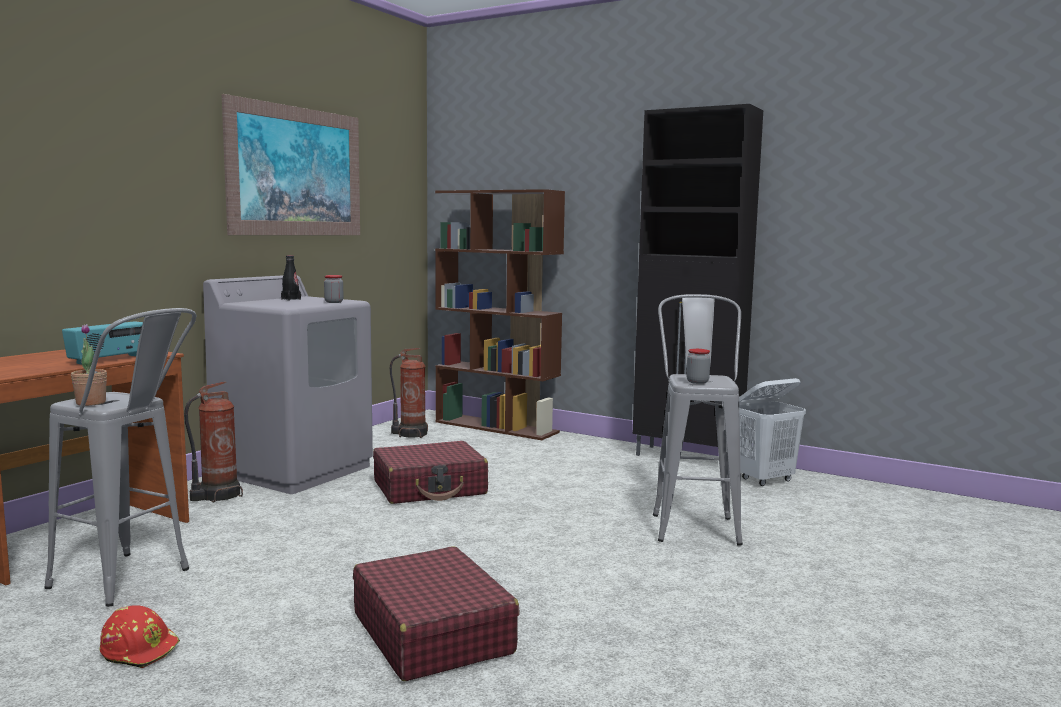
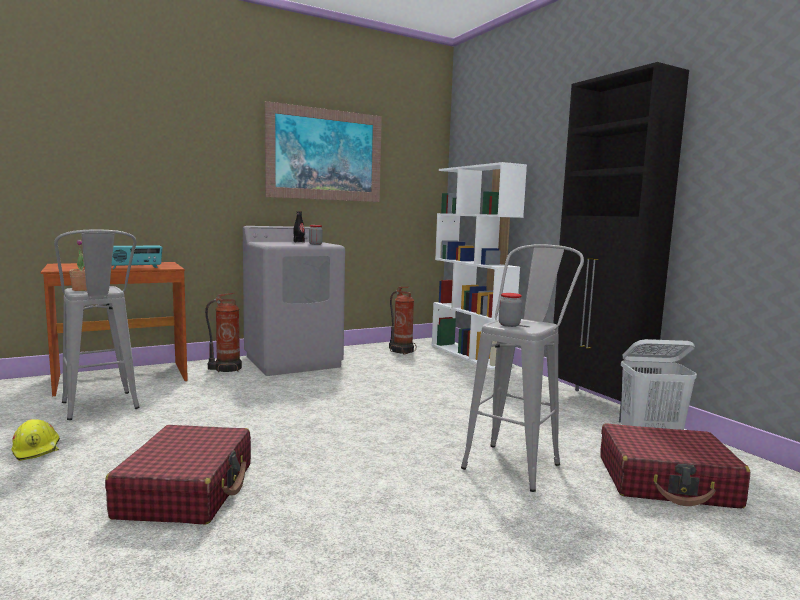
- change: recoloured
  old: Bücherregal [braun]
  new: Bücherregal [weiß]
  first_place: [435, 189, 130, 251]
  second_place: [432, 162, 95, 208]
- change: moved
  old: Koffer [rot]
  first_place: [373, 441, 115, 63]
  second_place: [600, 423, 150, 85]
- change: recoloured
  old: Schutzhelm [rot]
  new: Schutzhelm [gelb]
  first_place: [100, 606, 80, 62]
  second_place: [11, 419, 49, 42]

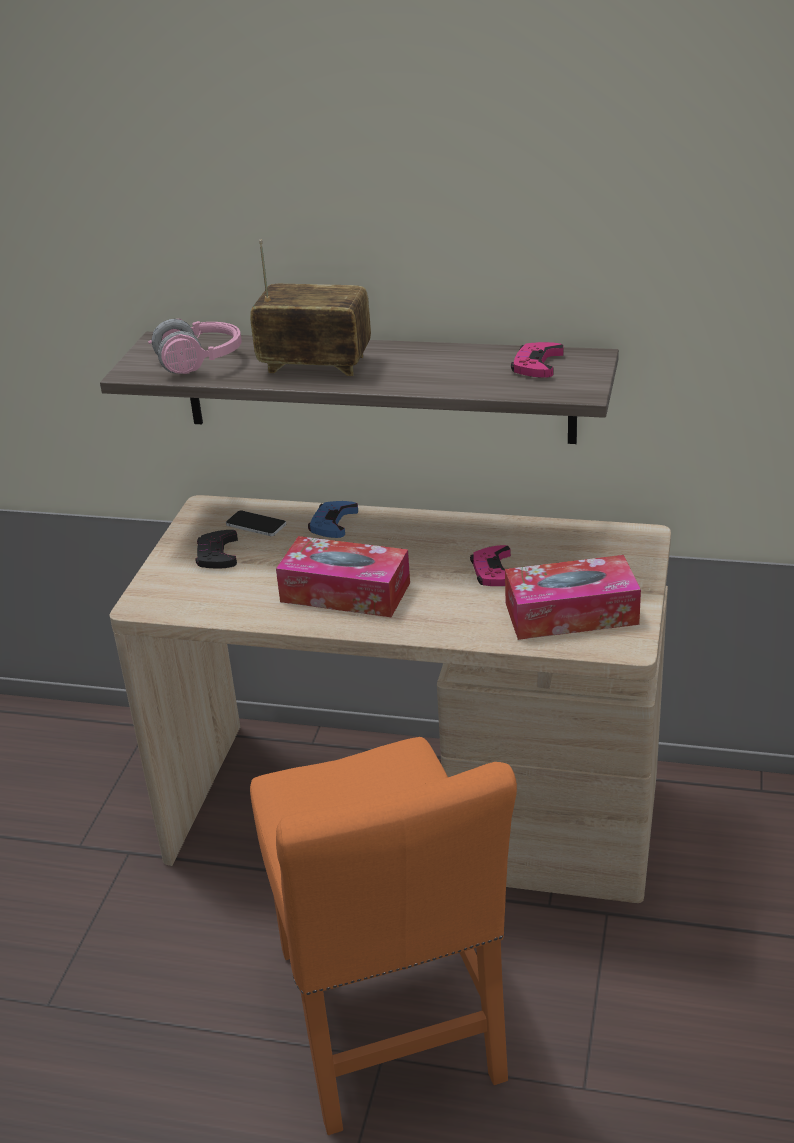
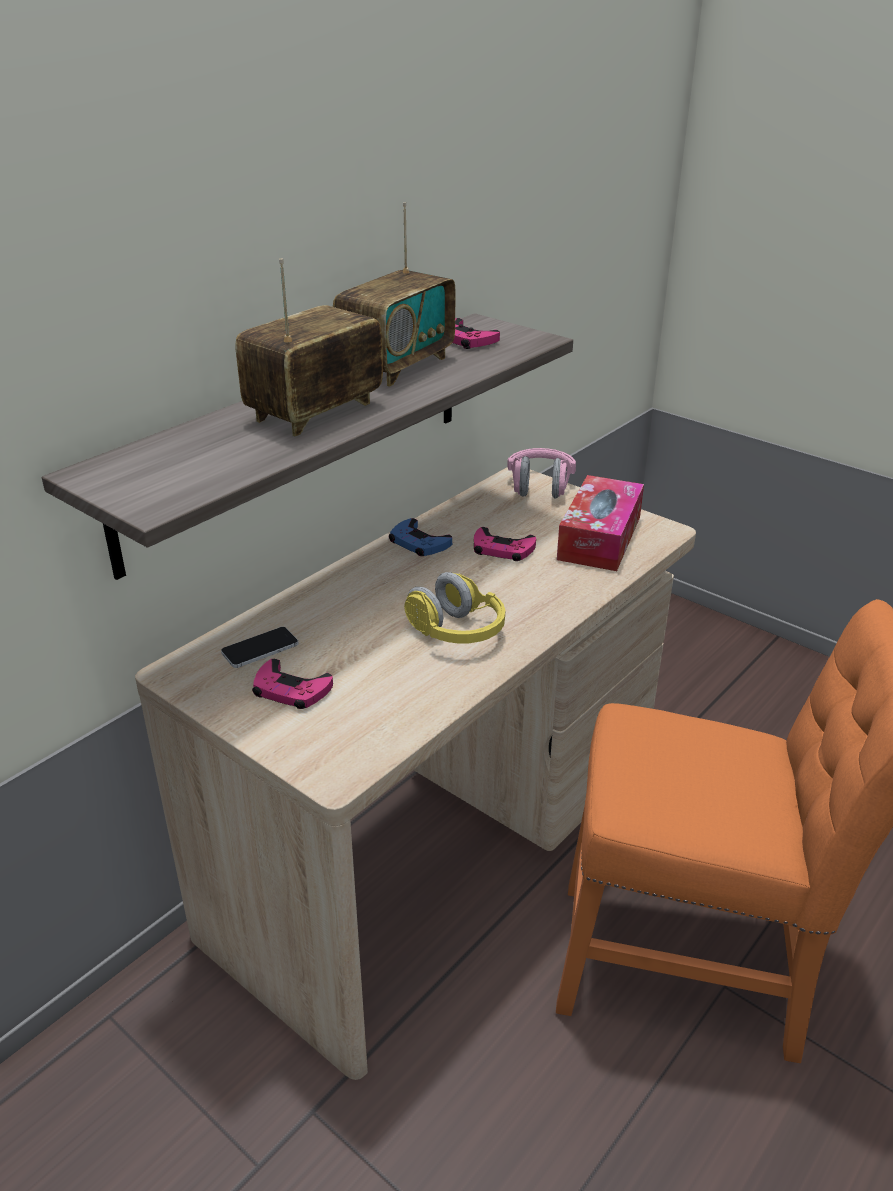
- change: moved
  old: Kopfhörer [rosa]
  first_place: [148, 319, 94, 55]
  second_place: [507, 448, 69, 50]
- change: moved
  old: Gamepad [blau]
  first_place: [308, 501, 50, 37]
  second_place: [389, 518, 63, 38]
- change: recoloured
  old: Gamepad [schwarz]
  new: Gamepad [rosa]
  first_place: [195, 530, 43, 39]
  second_place: [252, 659, 81, 50]
- change: replaced
  old: Taschentuchbox
  new: Kopfhörer [gelb]
  first_place: [276, 536, 134, 81]
  second_place: [404, 572, 101, 71]
- change: added
  new: Radio
  second_place: [333, 202, 123, 185]

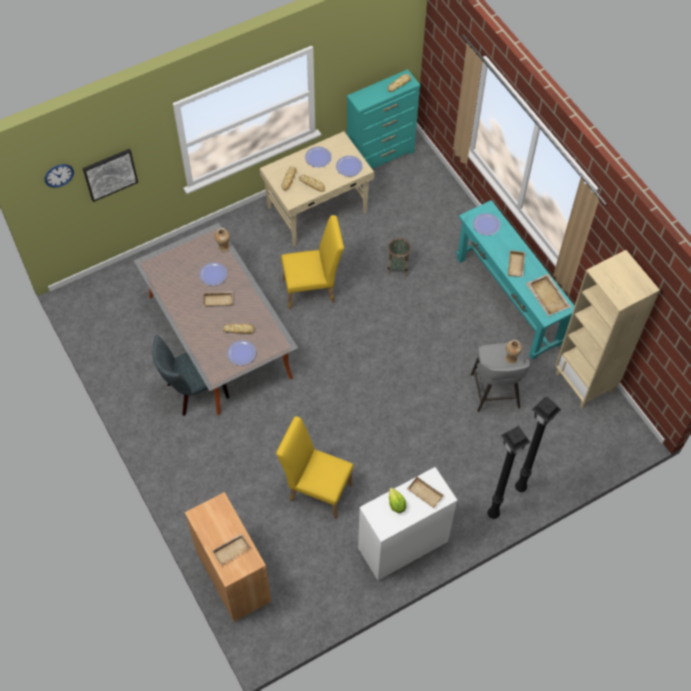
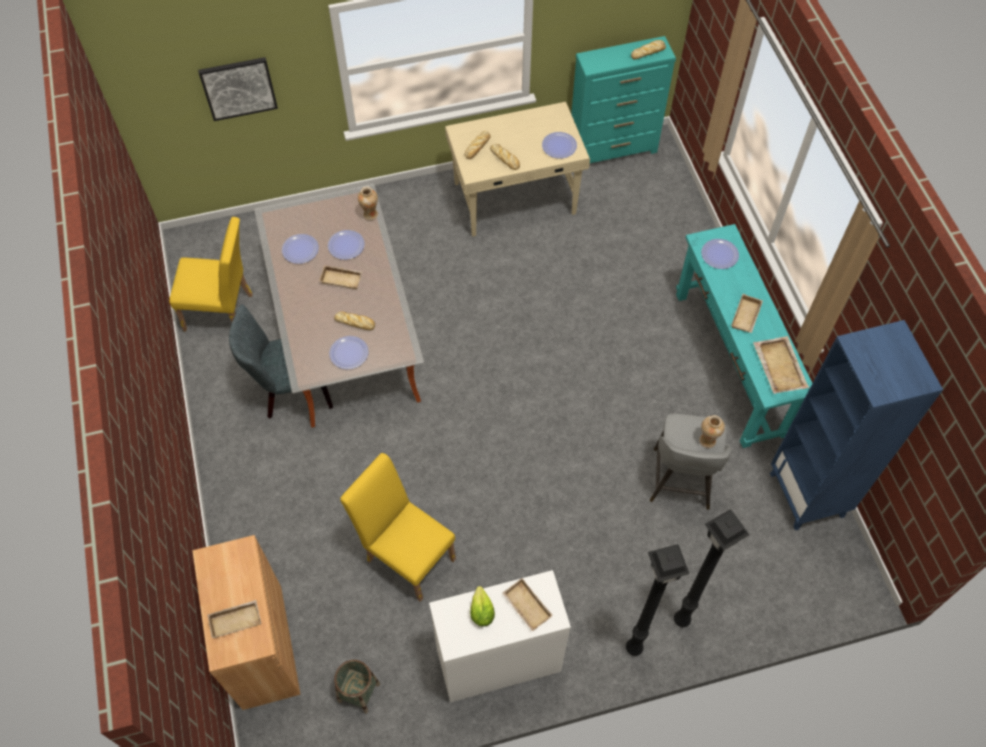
- change: moved
  old: Teller
  first_place: [305, 147, 27, 21]
  second_place: [282, 234, 37, 30]
- change: removed
  old: Wanduhr
  first_place: [45, 164, 29, 24]
- change: moved
  old: Stuhl [gelb]
  first_place: [281, 215, 63, 95]
  second_place: [169, 217, 84, 114]
- change: moved
  old: Korb
  first_place: [387, 238, 24, 39]
  second_place: [334, 660, 46, 54]
- change: recoloured
  old: Bücherregal [beige]
  new: Bücherregal [blau]
  first_place: [555, 250, 105, 159]
  second_place: [770, 320, 173, 210]

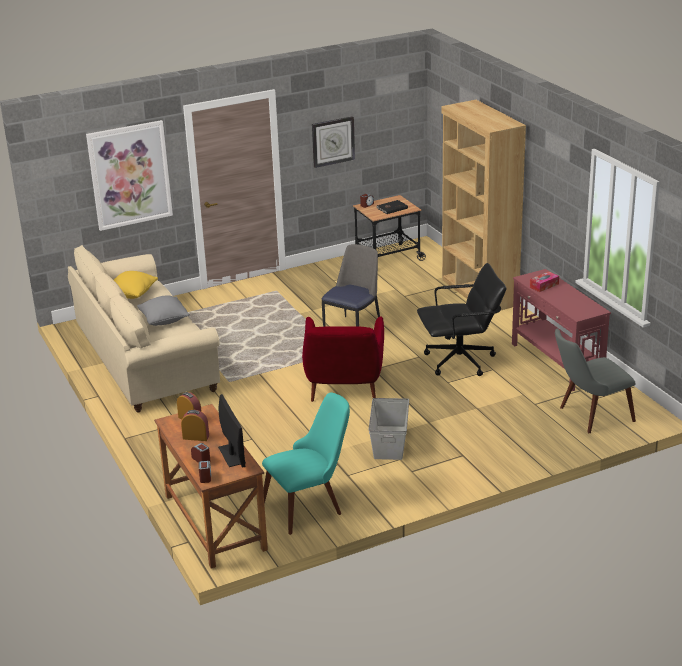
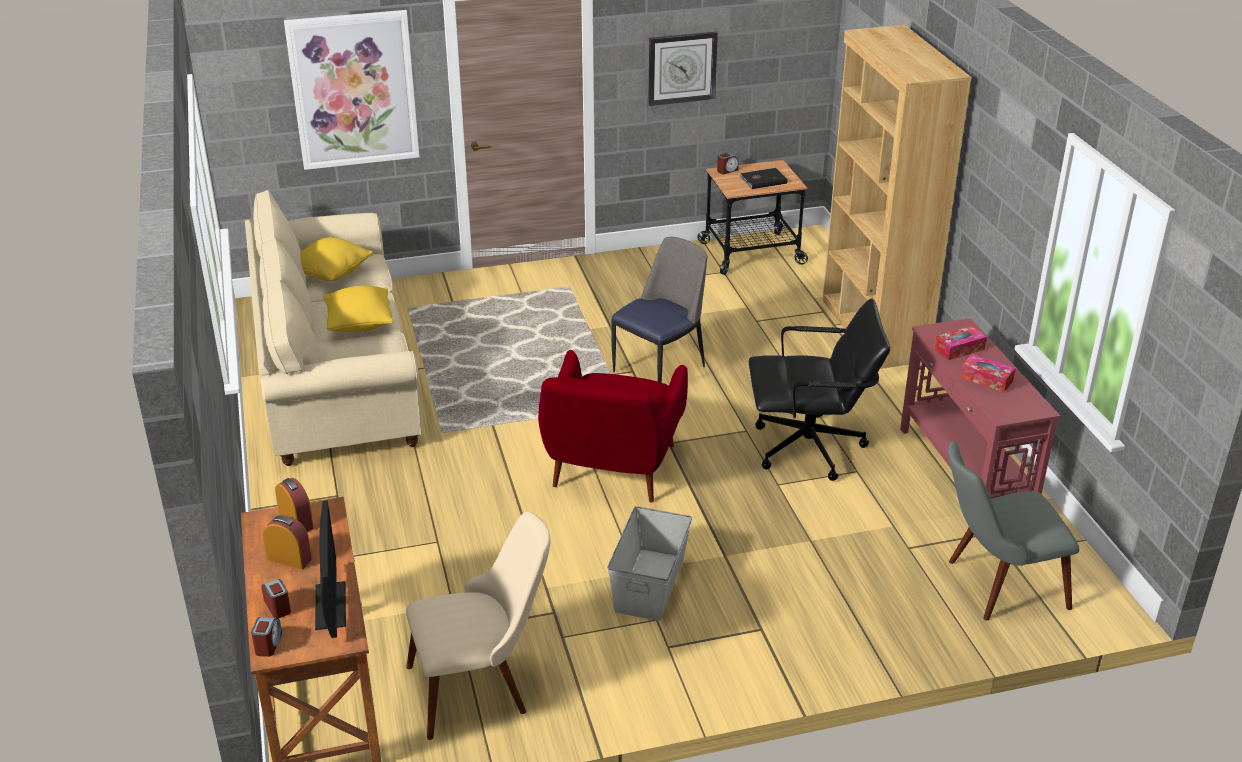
- change: recoloured
  old: Kissen [grau]
  new: Kissen [gelb]
  first_place: [137, 295, 53, 31]
  second_place: [323, 285, 71, 47]
- change: recoloured
  old: Stuhl [türkis]
  new: Stuhl [beige]
  first_place: [262, 393, 88, 142]
  second_place: [406, 512, 144, 228]
- change: added
  new: Taschentuchbox
  second_place: [960, 354, 55, 38]

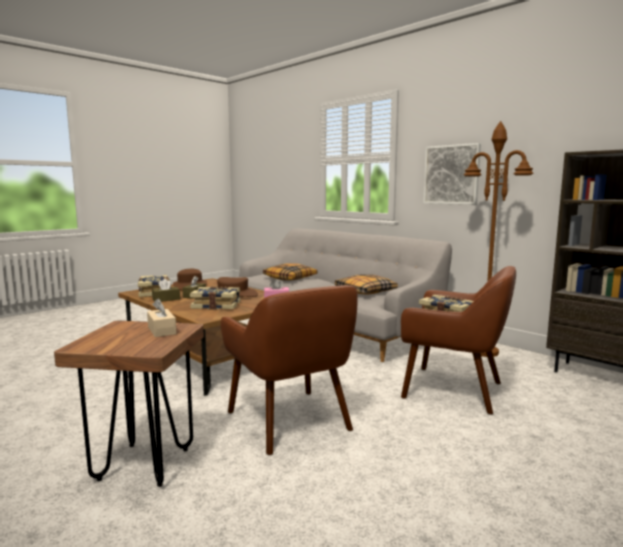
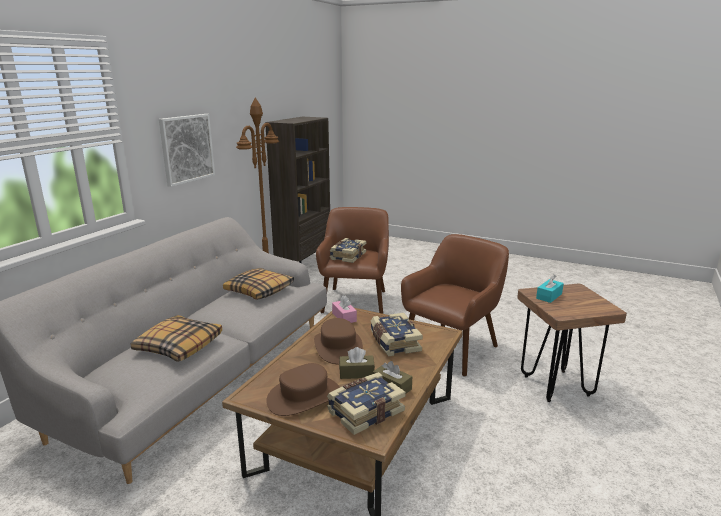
- change: recoloured
  old: Taschentuchbox [beige]
  new: Taschentuchbox [türkis]
  first_place: [147, 298, 30, 39]
  second_place: [536, 274, 28, 29]

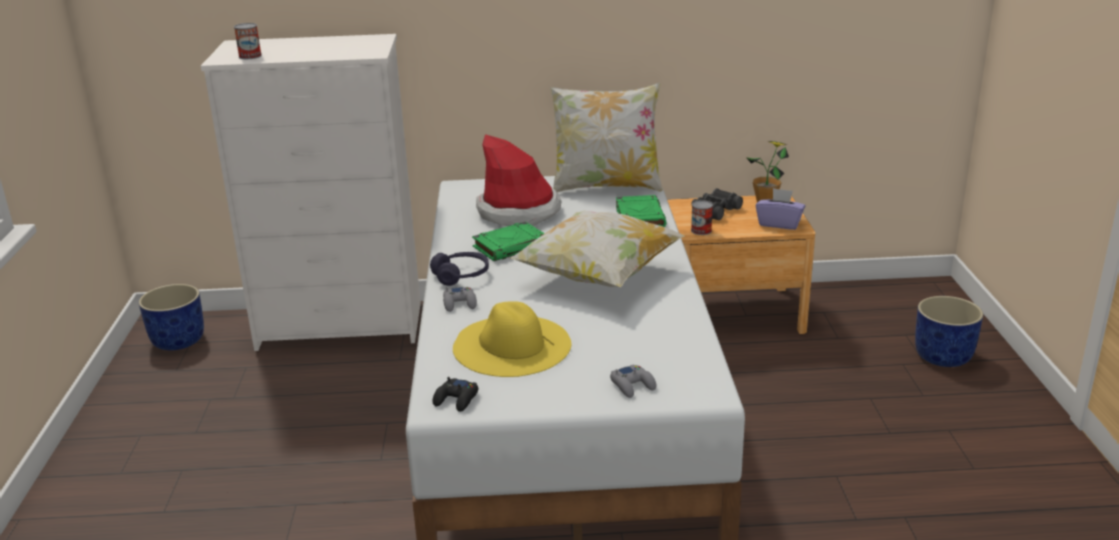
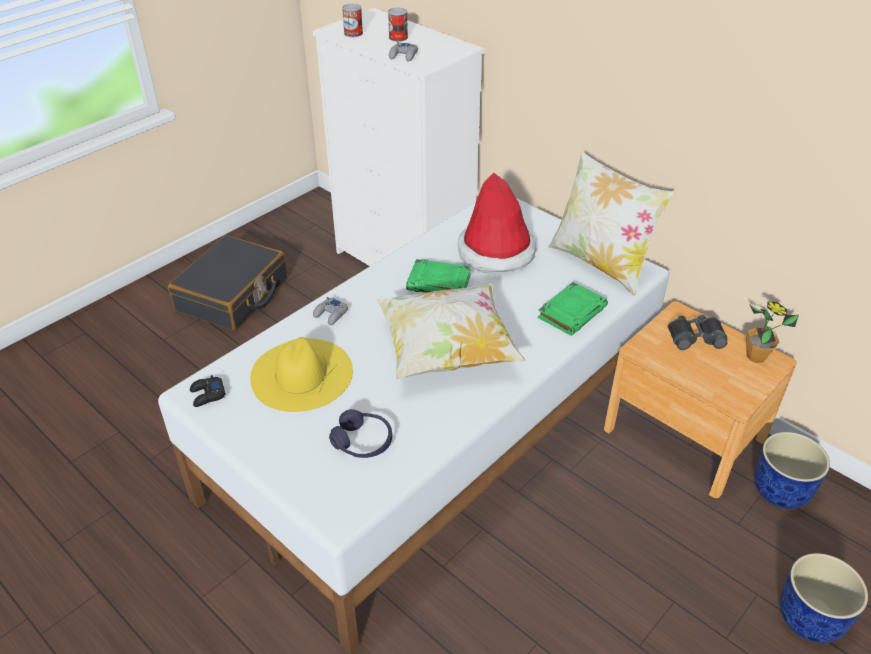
- change: removed
  old: Taschentuchbox [lila]
  first_place: [756, 188, 49, 42]
- change: moved
  old: Dose
  first_place: [691, 200, 22, 35]
  second_place: [388, 8, 20, 34]
- change: moved
  old: Kopfhörer [lila]
  first_place: [430, 252, 59, 34]
  second_place: [329, 409, 63, 49]
- change: moved
  old: Pflanzkübel [blau]
  first_place: [139, 284, 65, 66]
  second_place: [754, 432, 76, 77]
- change: moved
  old: Gamepad [grau]
  first_place: [610, 365, 46, 33]
  second_place: [389, 40, 29, 22]
- change: added
  new: Koffer [schwarz]
  second_place: [168, 235, 119, 95]

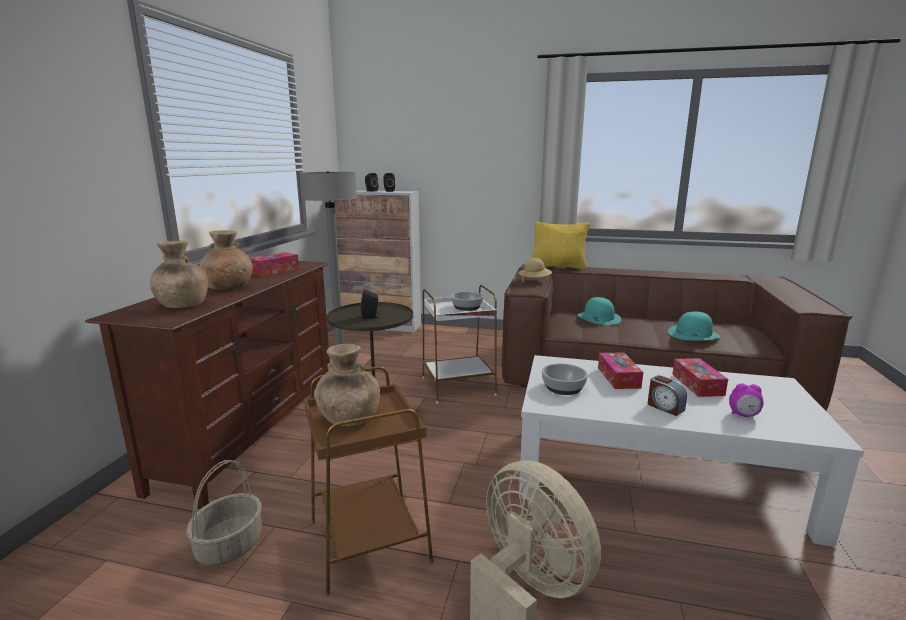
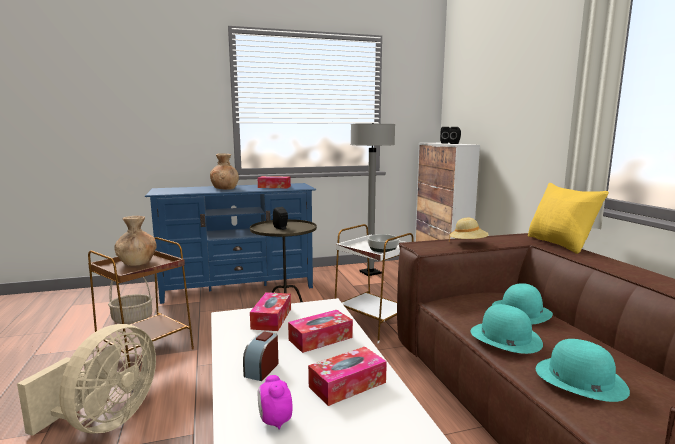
- change: removed
  old: Vase [braun]
  first_place: [150, 241, 58, 67]
- change: recoloured
  old: Fernsehschrank [braun]
  new: Fernsehschrank [blau]
  first_place: [85, 261, 245, 248]
  second_place: [145, 183, 171, 121]
- change: replaced
  old: Schüssel
  new: Taschentuchbox
  first_place: [542, 363, 46, 32]
  second_place: [250, 292, 41, 39]
- change: added
  new: Hut [türkis]
  second_place: [471, 304, 72, 50]

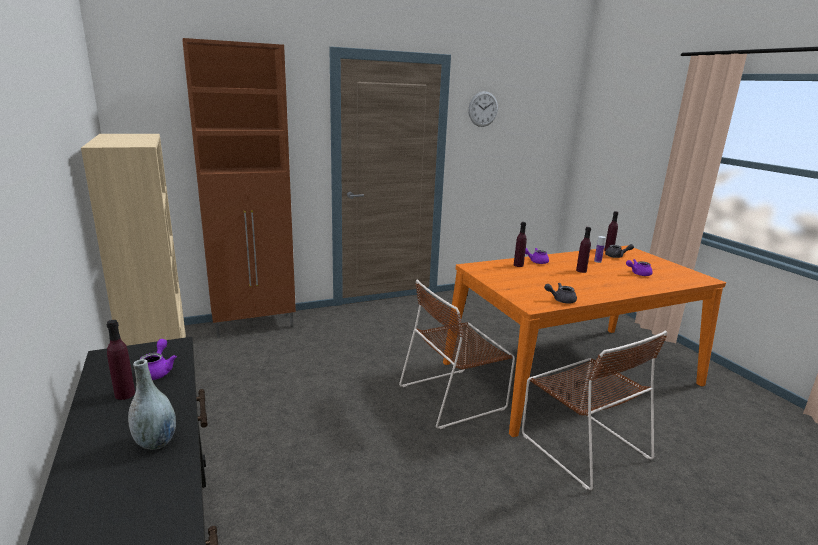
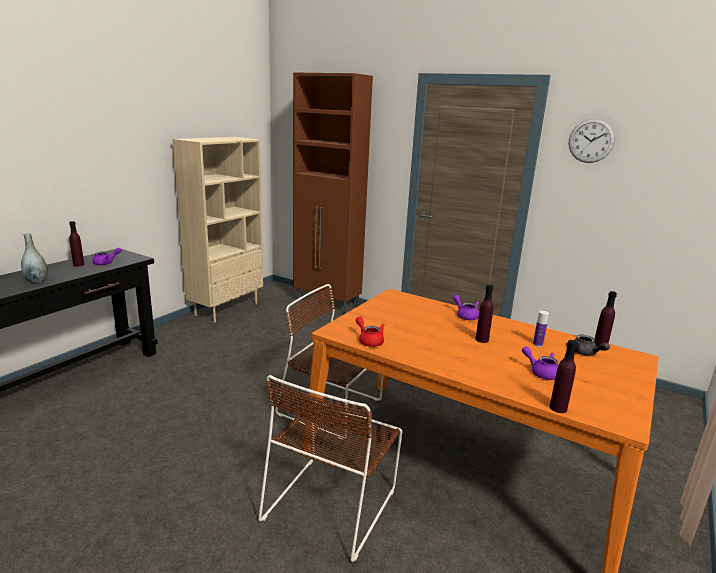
- change: moved
  old: Flasche [lila]
  first_place: [514, 222, 13, 45]
  second_place: [550, 340, 27, 73]
- change: recoloured
  old: Teekanne [grau]
  new: Teekanne [rot]
  first_place: [544, 283, 33, 20]
  second_place: [356, 317, 29, 30]

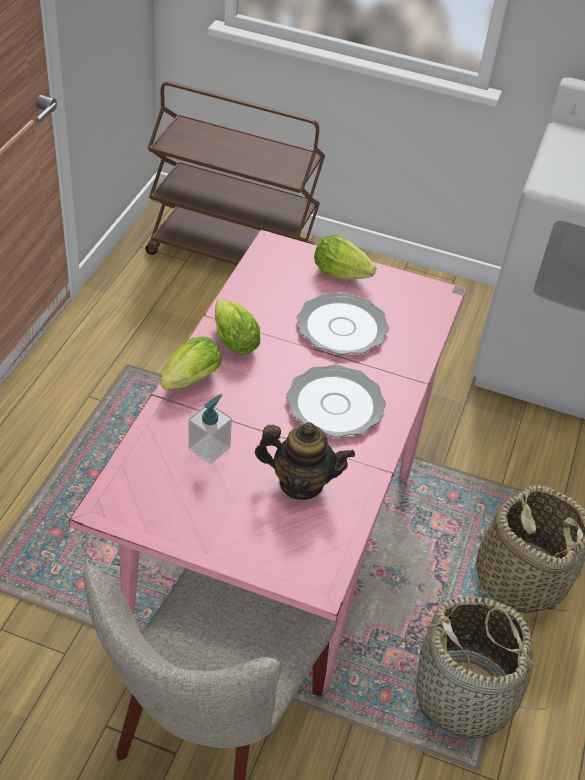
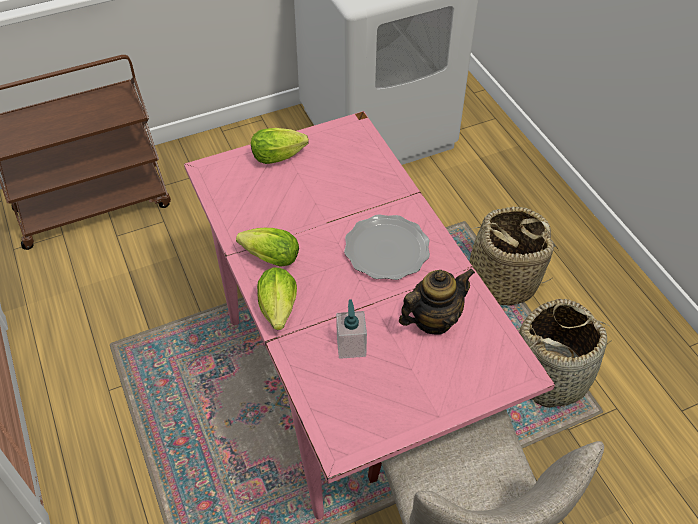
- change: removed
  old: Teller
  first_place: [297, 292, 92, 63]

